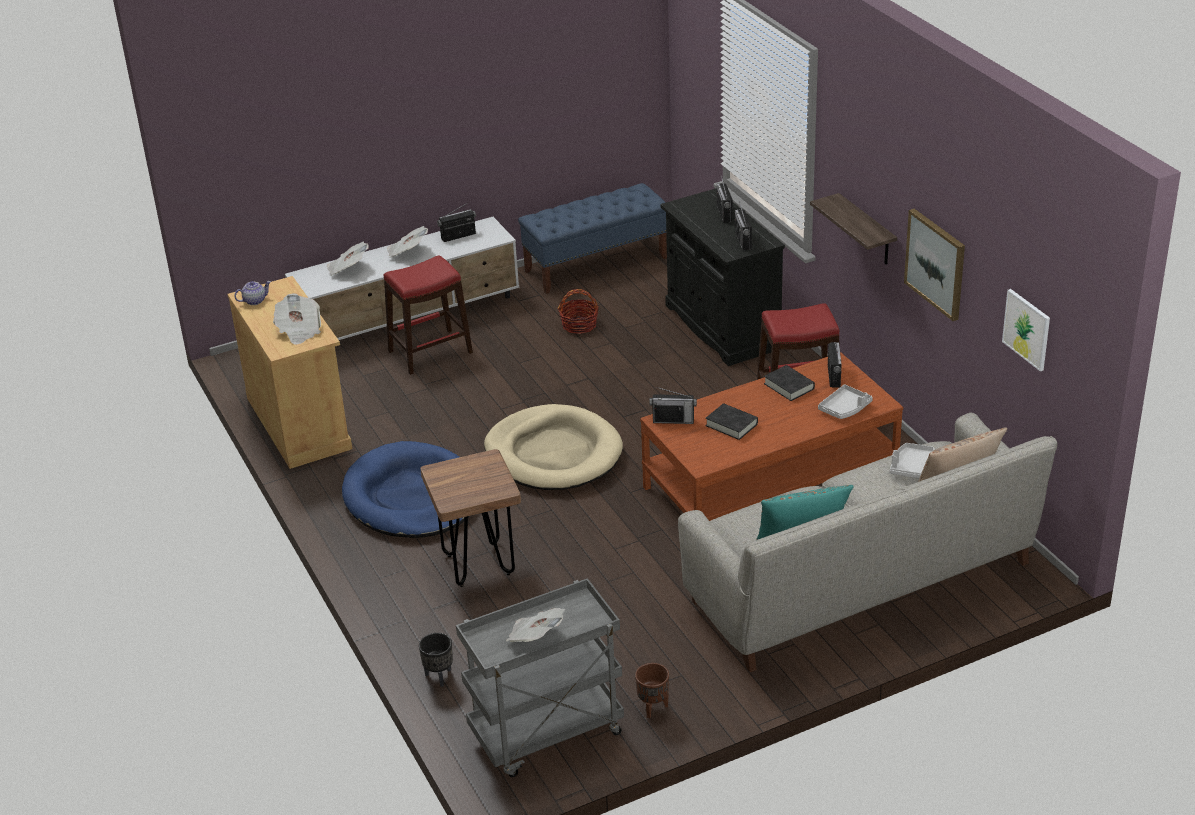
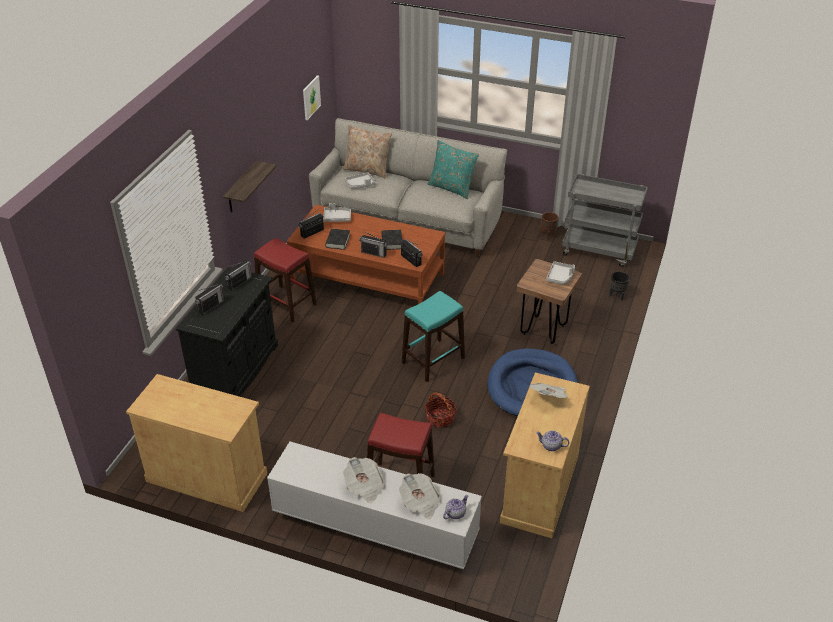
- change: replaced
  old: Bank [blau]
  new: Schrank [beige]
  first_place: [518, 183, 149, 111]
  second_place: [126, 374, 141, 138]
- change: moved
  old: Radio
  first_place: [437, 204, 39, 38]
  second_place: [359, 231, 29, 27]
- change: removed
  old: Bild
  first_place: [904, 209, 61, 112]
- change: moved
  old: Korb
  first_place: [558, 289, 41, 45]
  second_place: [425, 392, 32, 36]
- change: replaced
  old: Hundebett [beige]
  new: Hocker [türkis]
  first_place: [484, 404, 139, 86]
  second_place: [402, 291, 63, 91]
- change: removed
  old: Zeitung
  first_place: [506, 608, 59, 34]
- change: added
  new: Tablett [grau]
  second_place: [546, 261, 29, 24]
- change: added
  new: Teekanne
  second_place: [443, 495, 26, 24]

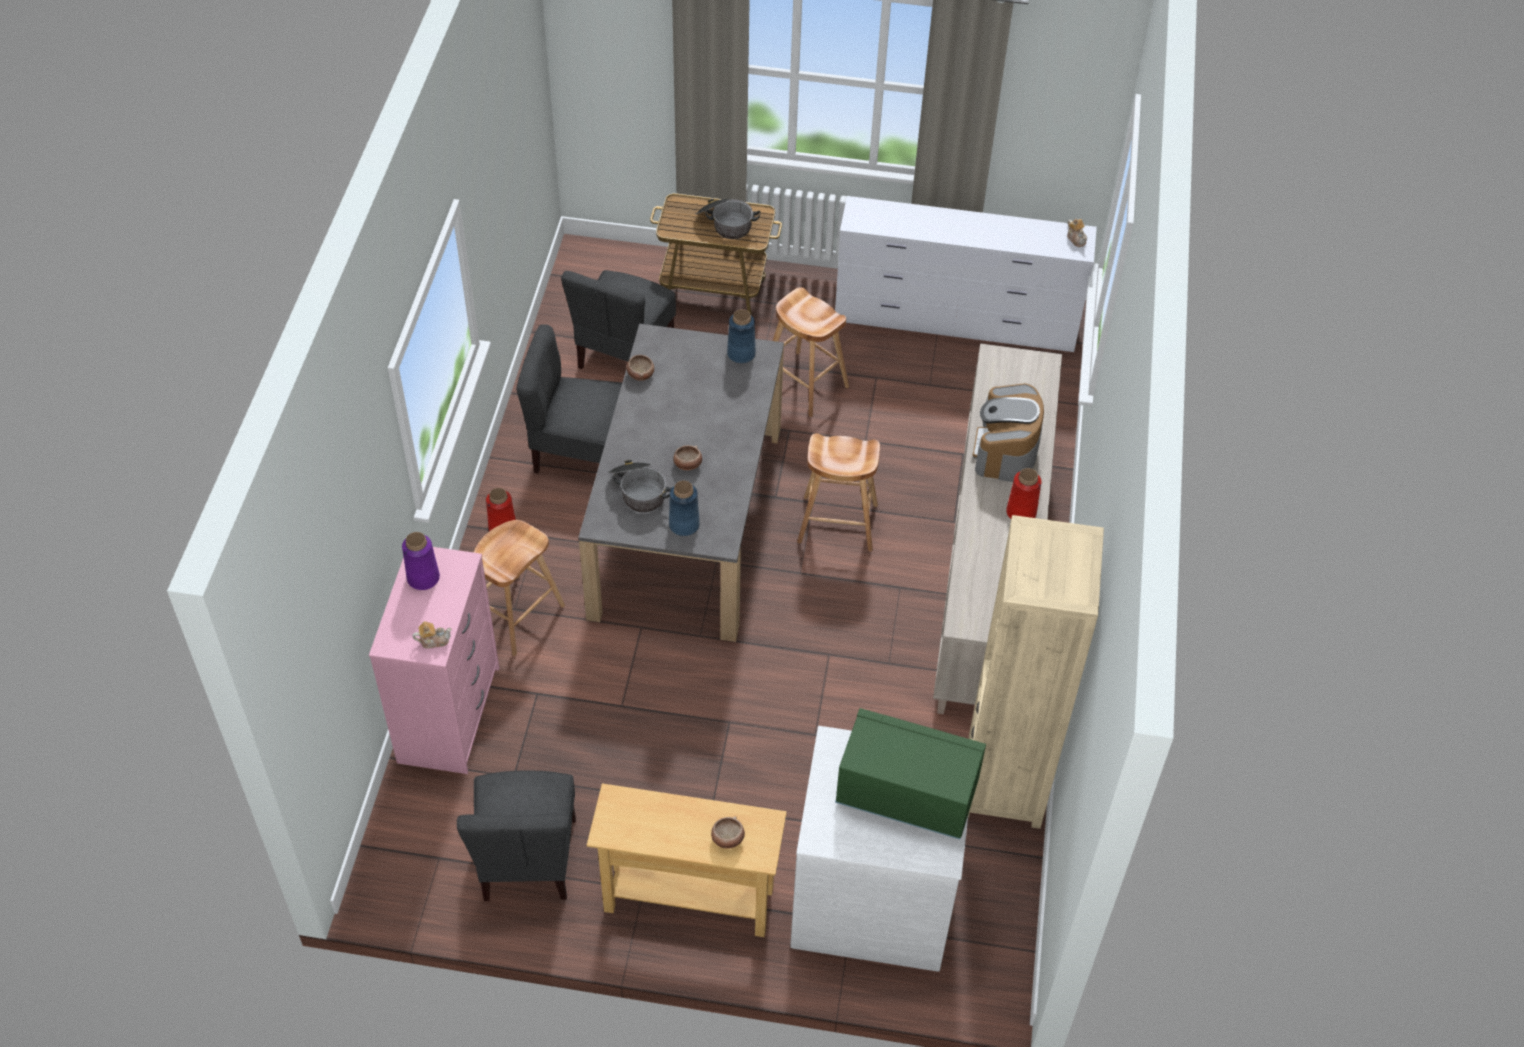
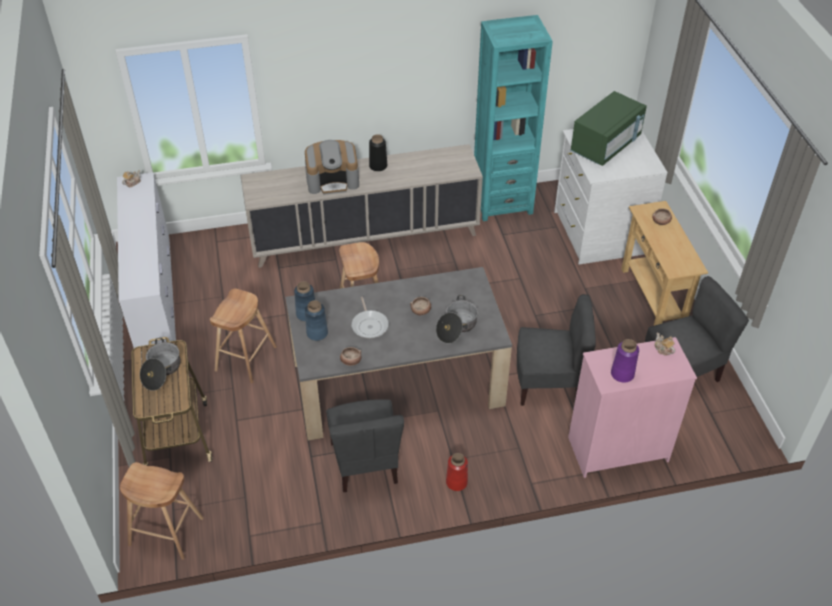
- change: moved
  old: Stuhl [grau]
  first_place: [561, 270, 115, 99]
  second_place: [517, 294, 79, 112]
- change: recoloured
  old: Vase [rot]
  new: Vase [schwarz]
  first_place: [1006, 468, 36, 51]
  second_place: [369, 134, 18, 37]
- change: moved
  old: Vase [blau]
  first_place: [669, 481, 31, 55]
  second_place: [305, 300, 23, 41]
- change: recoloured
  old: Bücherregal [beige]
  new: Bücherregal [türkis]
  first_place: [968, 515, 136, 314]
  second_place: [474, 15, 79, 206]
- change: moved
  old: Hocker [braun]
  first_place: [474, 520, 91, 136]
  second_place: [120, 462, 84, 98]
- change: turned
  old: Mikrowelle [grün]
  first_place: [835, 708, 151, 131]
  second_place: [571, 91, 76, 75]
  degrees: -135
- change: added
  new: Pfanne
  second_place: [351, 297, 38, 41]

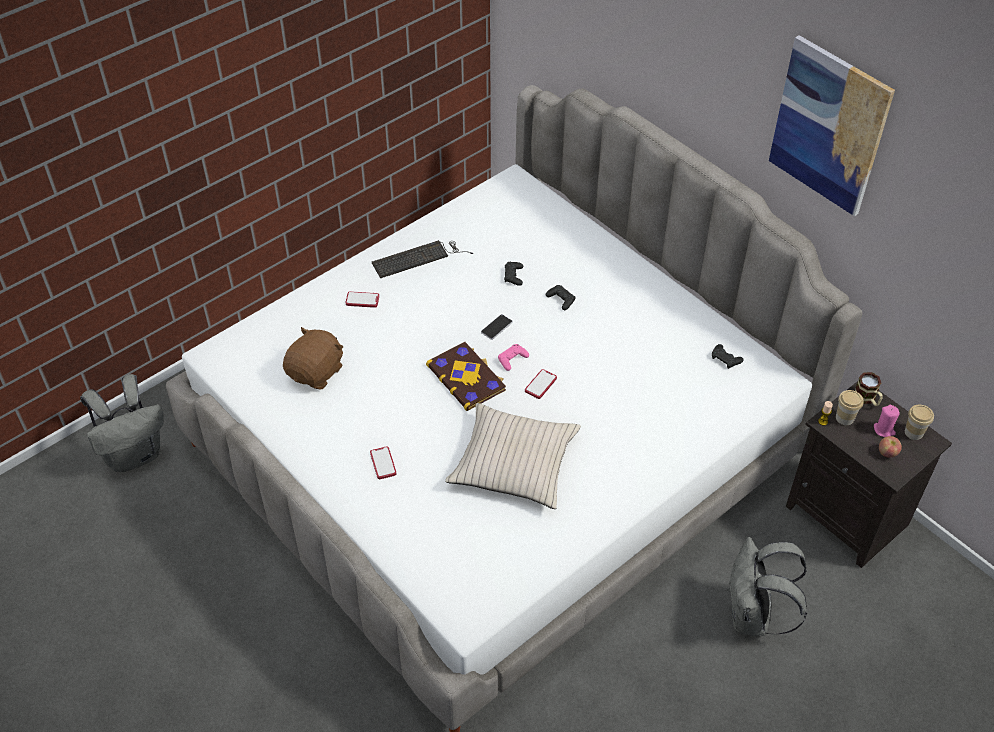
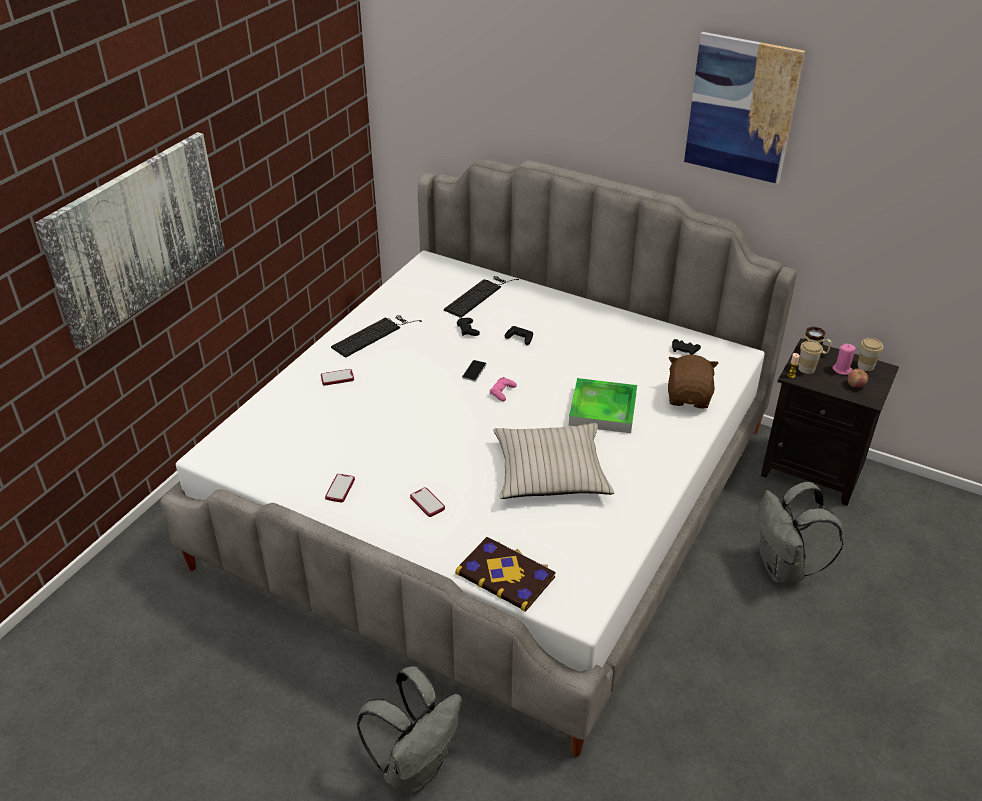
- change: moved
  old: Plüschtier [braun]
  first_place: [283, 327, 60, 63]
  second_place: [668, 355, 51, 54]
- change: moved
  old: Buch
  first_place: [426, 342, 80, 69]
  second_place: [455, 537, 101, 75]
- change: moved
  old: Handy
  first_place: [525, 369, 32, 30]
  second_place: [325, 474, 30, 29]
- change: moved
  old: Rucksack [grau]
  first_place: [80, 374, 84, 98]
  second_place: [357, 666, 104, 129]
- change: added
  new: Bild
  second_place: [35, 132, 190, 218]
- change: added
  new: Tastatur
  second_place: [444, 276, 75, 42]
- change: added
  new: Tablett
  second_place: [569, 378, 68, 55]

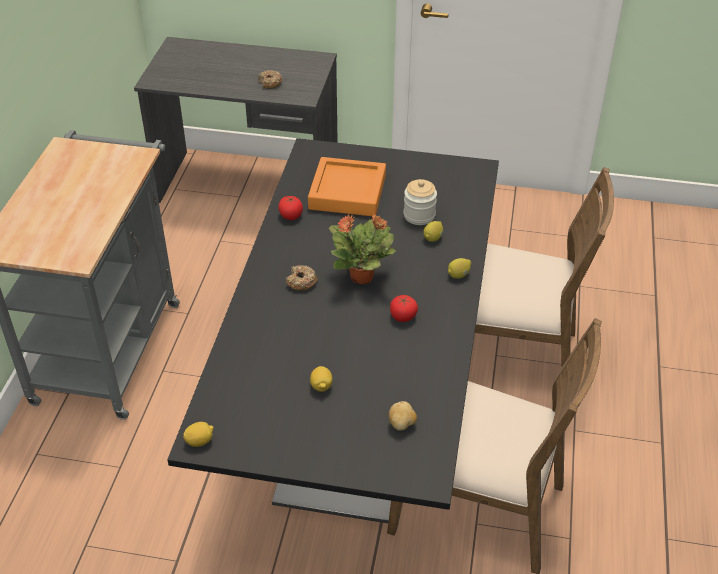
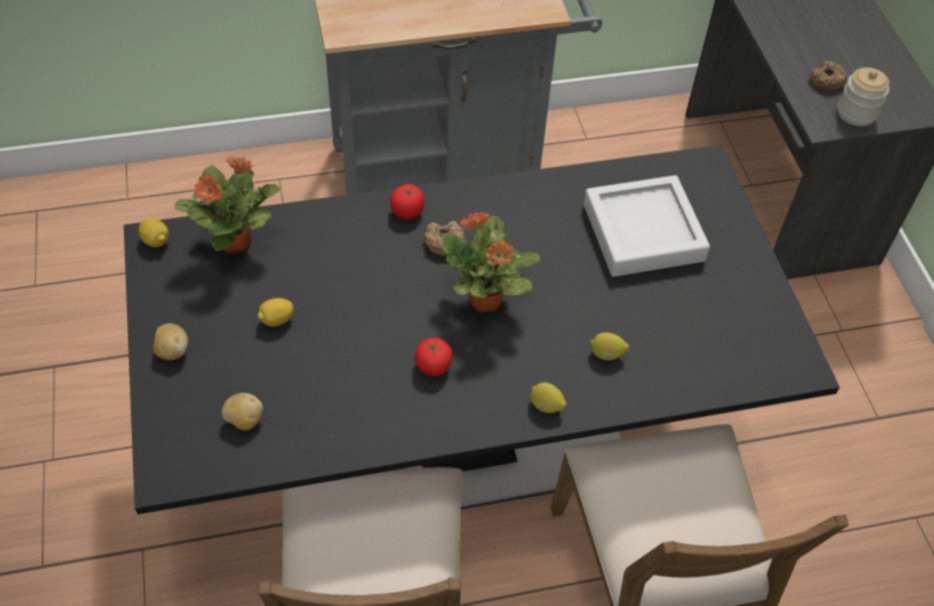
- change: recoloured
  old: Tablett [orange]
  new: Tablett [grau]
  first_place: [308, 157, 78, 59]
  second_place: [584, 175, 126, 102]
- change: moved
  old: Vorratsglas
  first_place: [404, 179, 33, 46]
  second_place: [837, 67, 52, 59]
- change: moved
  old: Tomate
  first_place: [278, 196, 25, 24]
  second_place: [390, 184, 35, 35]
- change: added
  new: Topfpflanze
  second_place: [175, 156, 104, 98]
- change: added
  new: Kartoffel
  second_place: [153, 323, 35, 37]

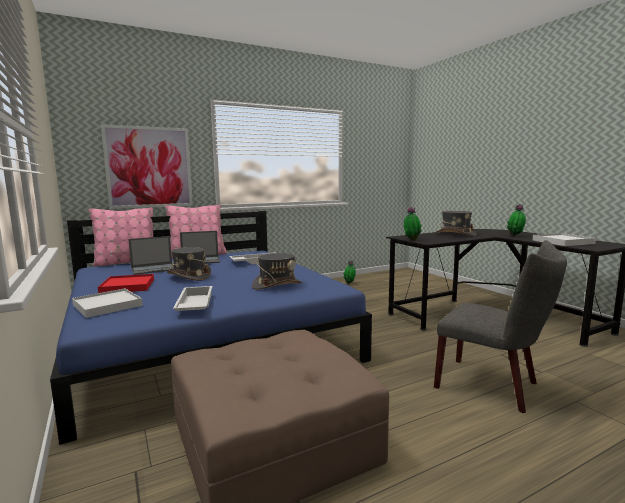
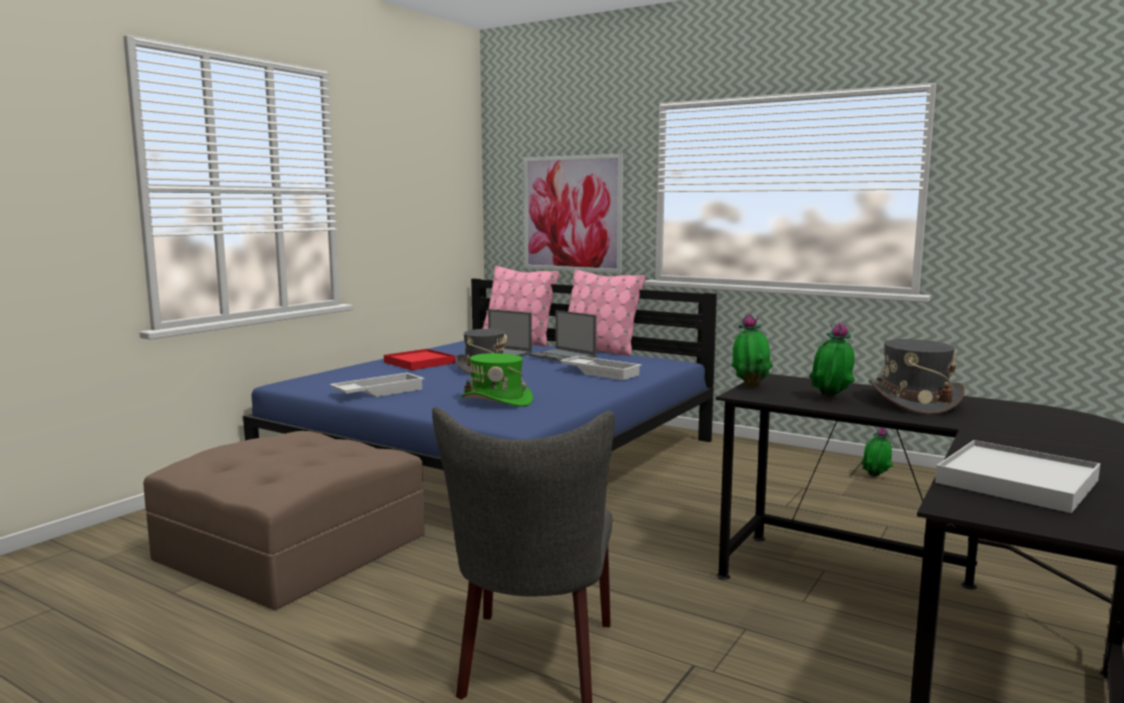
- change: moved
  old: Topfpflanze
  first_place: [507, 204, 19, 32]
  second_place: [809, 322, 46, 76]
- change: recoloured
  old: Hut [grau]
  new: Hut [grün]
  first_place: [252, 253, 50, 36]
  second_place: [461, 353, 72, 54]
- change: removed
  old: Tablett [weiß]
  first_place: [72, 288, 71, 30]

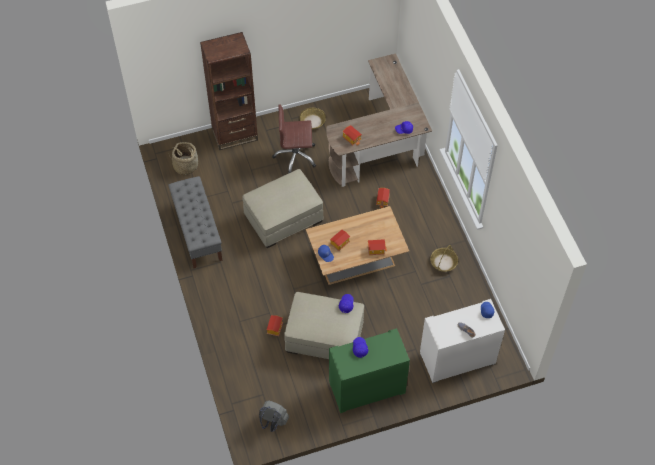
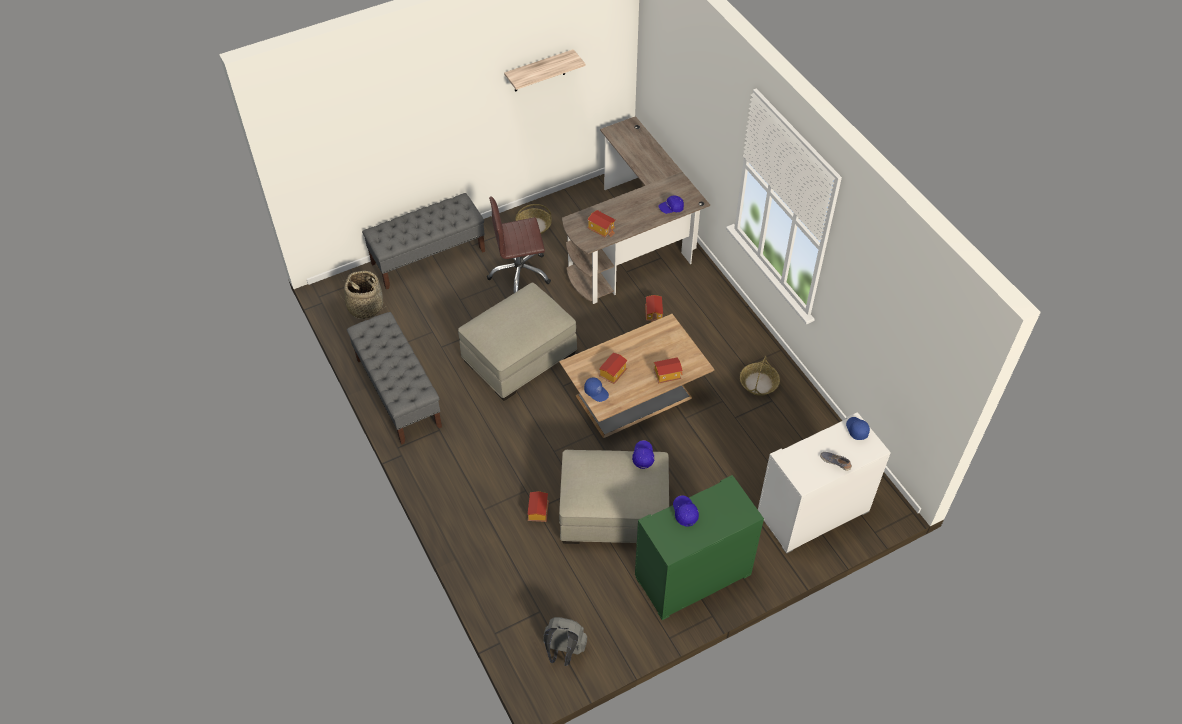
- change: replaced
  old: Bücherregal [braun]
  new: Bank [grau]
  first_place: [200, 32, 58, 118]
  second_place: [362, 193, 123, 97]
- change: added
  new: Wandregal
  second_place: [504, 49, 81, 43]

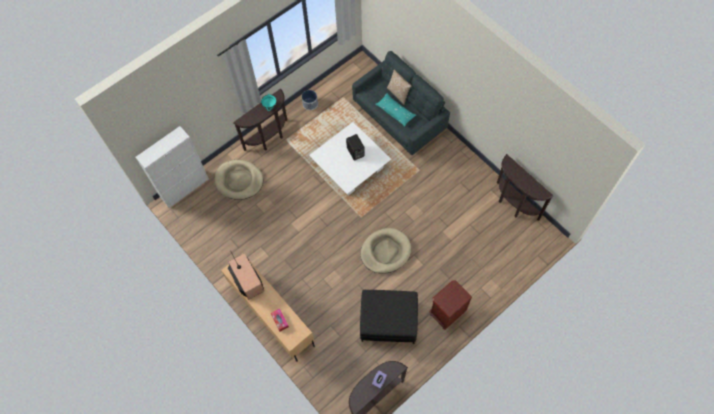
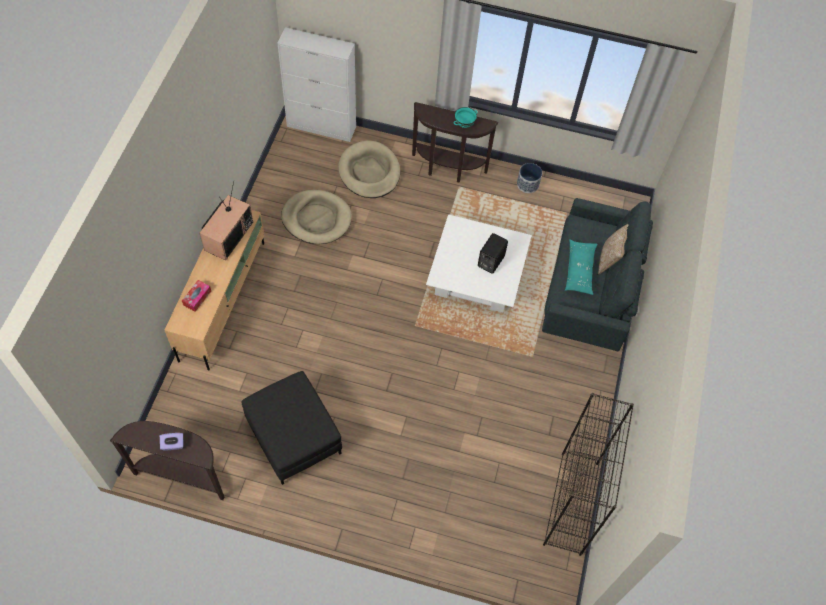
- change: replaced
  old: Konsolentisch [braun]
  new: Bücherregal [schwarz]
  first_place: [497, 154, 57, 67]
  second_place: [543, 393, 91, 163]
- change: moved
  old: Hundebett [beige]
  first_place: [361, 228, 50, 46]
  second_place: [281, 190, 71, 54]
- change: removed
  old: Nachttisch [braun]
  first_place: [429, 280, 43, 50]

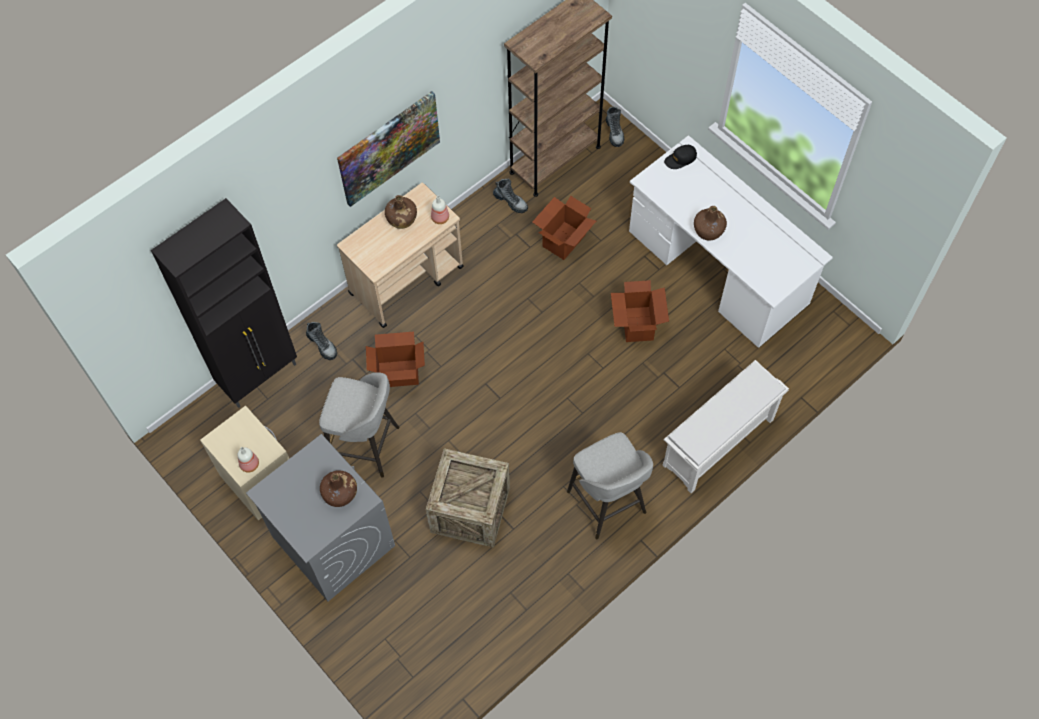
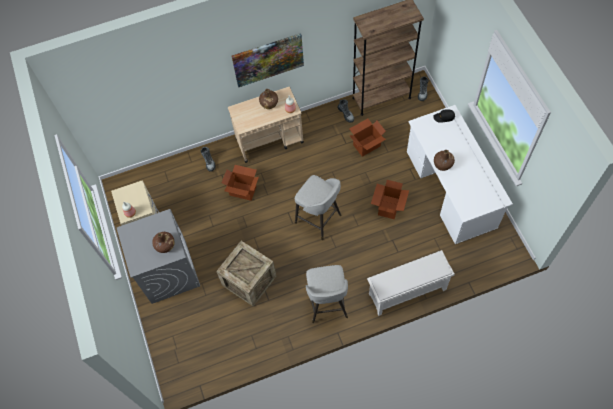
- change: removed
  old: Schrank [schwarz]
  first_place: [151, 198, 146, 210]
- change: moved
  old: Hocker [grau]
  first_place: [319, 373, 81, 104]
  second_place: [295, 175, 46, 65]

